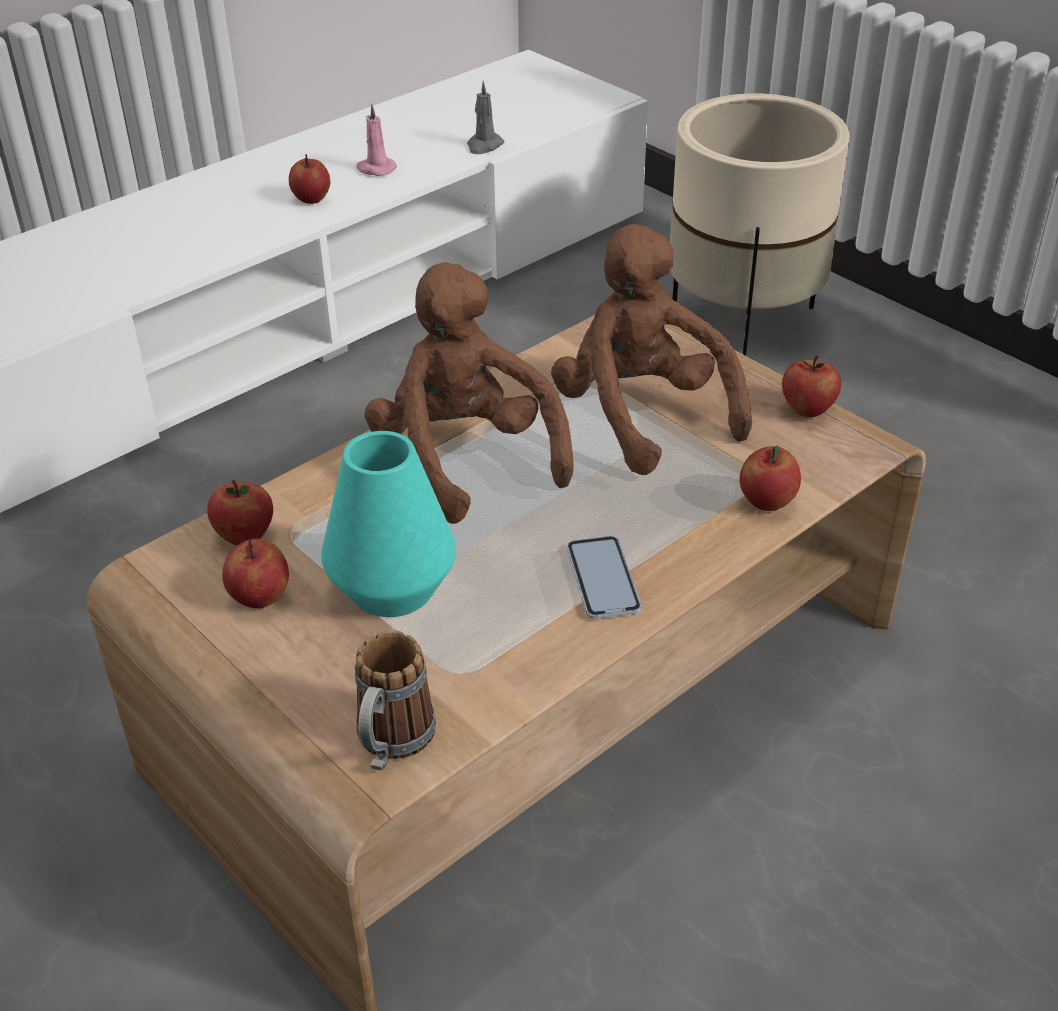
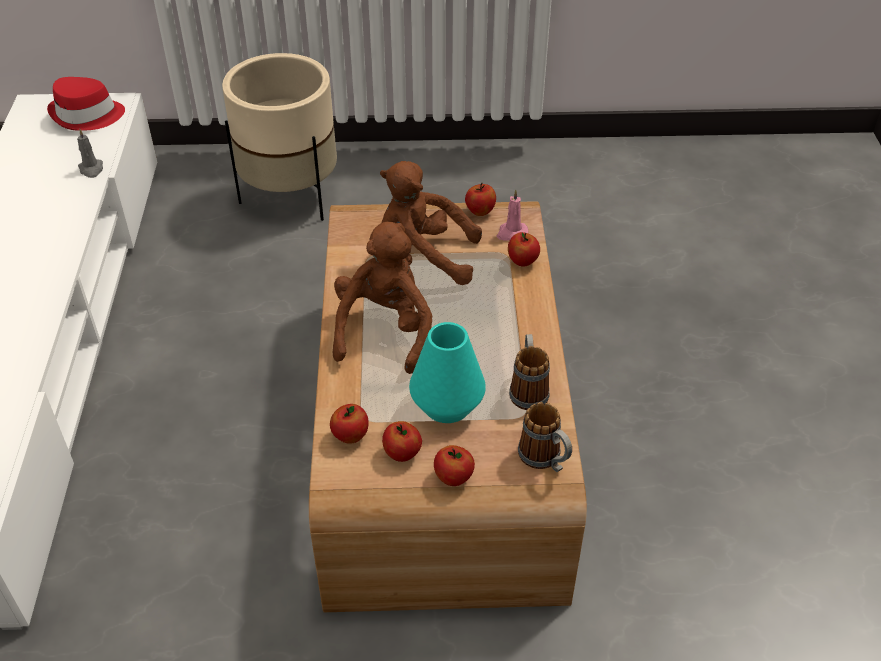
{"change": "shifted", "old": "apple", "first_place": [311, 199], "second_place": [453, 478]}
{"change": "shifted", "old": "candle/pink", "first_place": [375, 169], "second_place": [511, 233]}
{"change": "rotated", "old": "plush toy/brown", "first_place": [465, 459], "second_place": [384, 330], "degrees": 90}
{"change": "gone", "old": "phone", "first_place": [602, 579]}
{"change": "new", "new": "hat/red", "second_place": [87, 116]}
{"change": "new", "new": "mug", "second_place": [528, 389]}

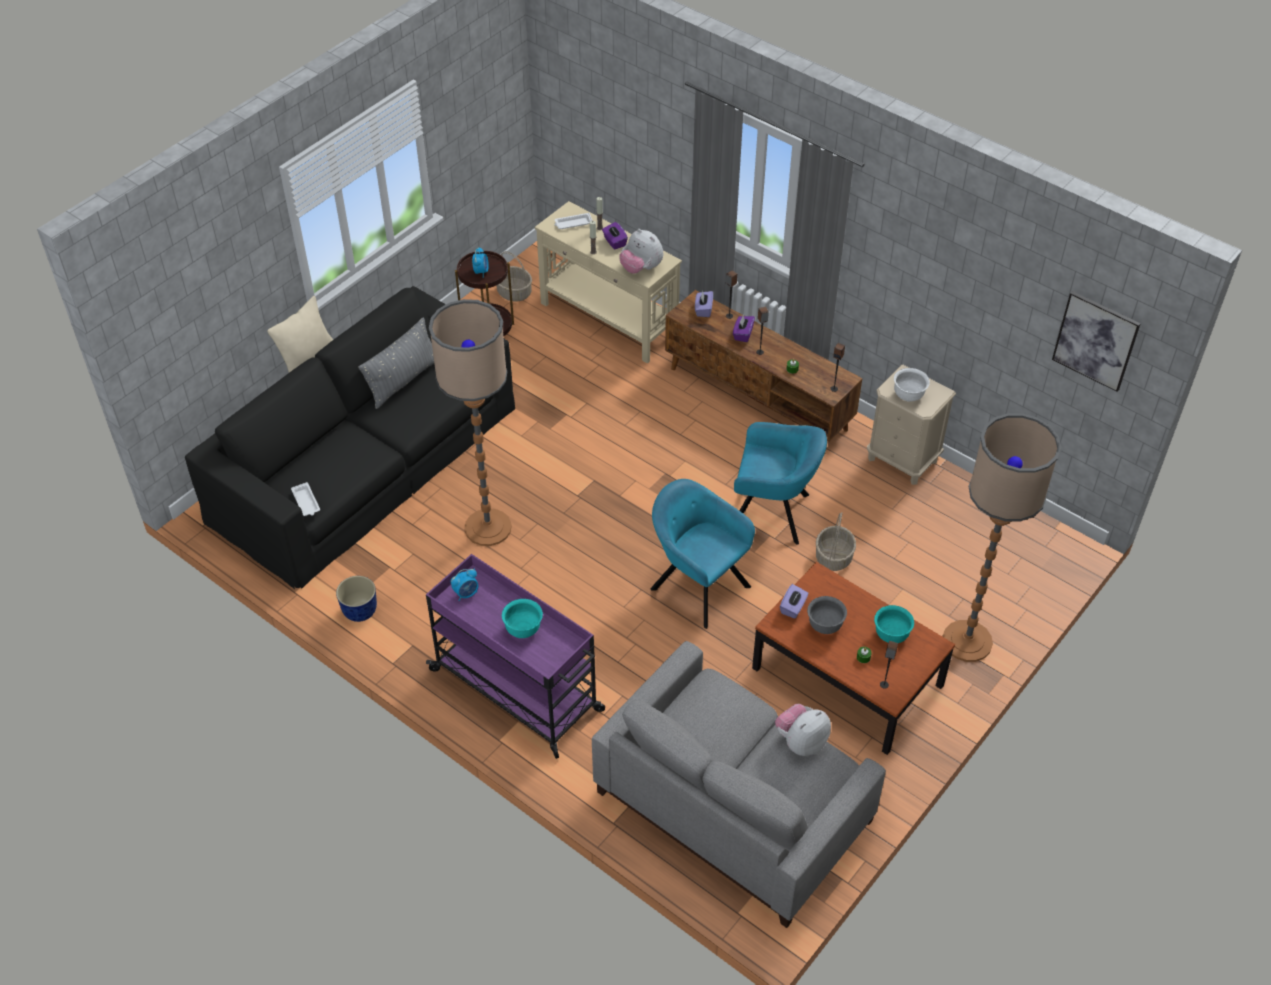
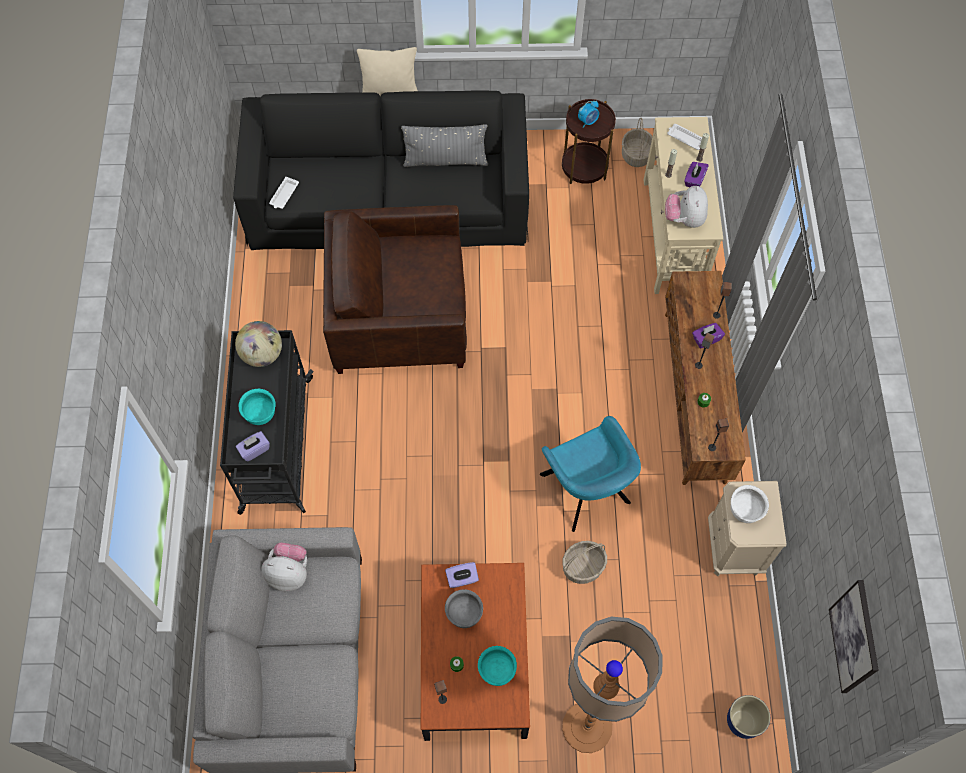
{"change": "shifted", "old": "planter", "first_place": [359, 611], "second_place": [742, 721]}
{"change": "repainted", "old": "cart/purple", "new": "cart/black", "first_place": [518, 691], "second_place": [276, 446]}
{"change": "swapped", "old": "floor lamp", "new": "armchair/brown", "first_place": [487, 528], "second_place": [399, 315]}
{"change": "swapped", "old": "alarm clock", "new": "globe", "first_place": [466, 593], "second_place": [262, 354]}
{"change": "gone", "old": "armchair/turquoise", "first_place": [697, 585]}
{"change": "shifted", "old": "tissue box/purple", "first_place": [703, 310], "second_place": [254, 450]}
{"change": "shifted", "old": "plush toy", "first_place": [801, 741], "second_place": [289, 573]}

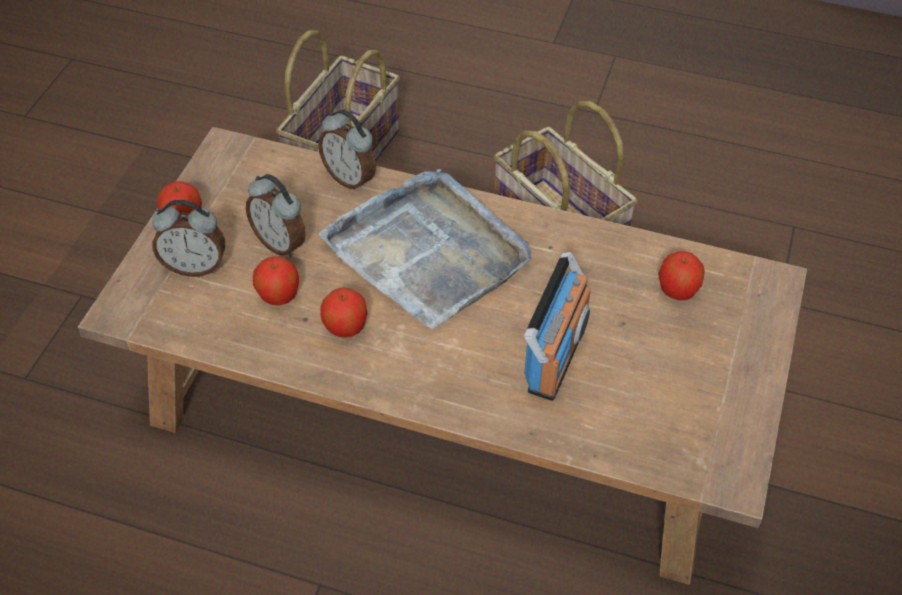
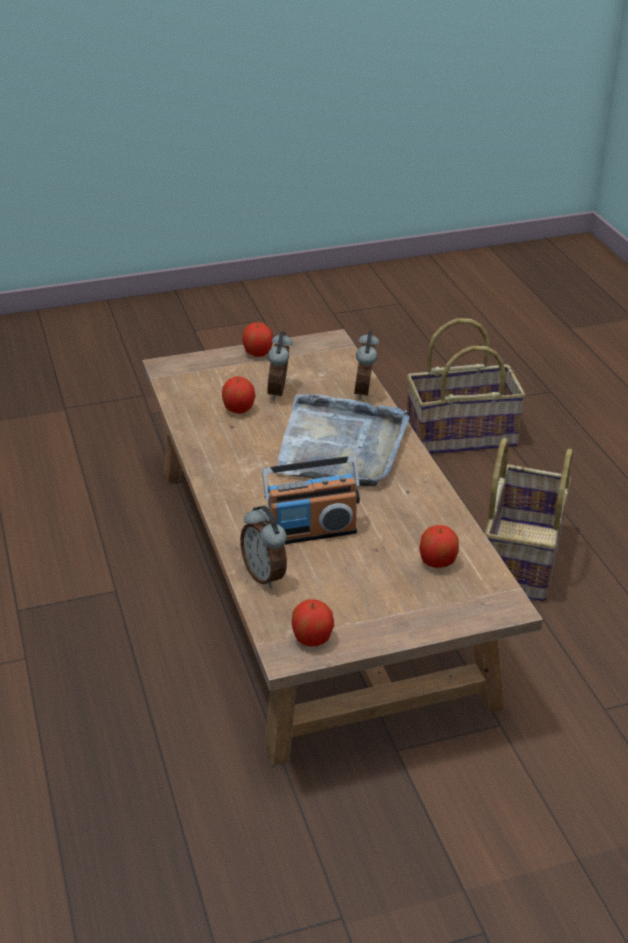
{"change": "shifted", "old": "alarm clock", "first_place": [195, 266], "second_place": [265, 575]}
{"change": "shifted", "old": "apple", "first_place": [345, 327], "second_place": [312, 639]}

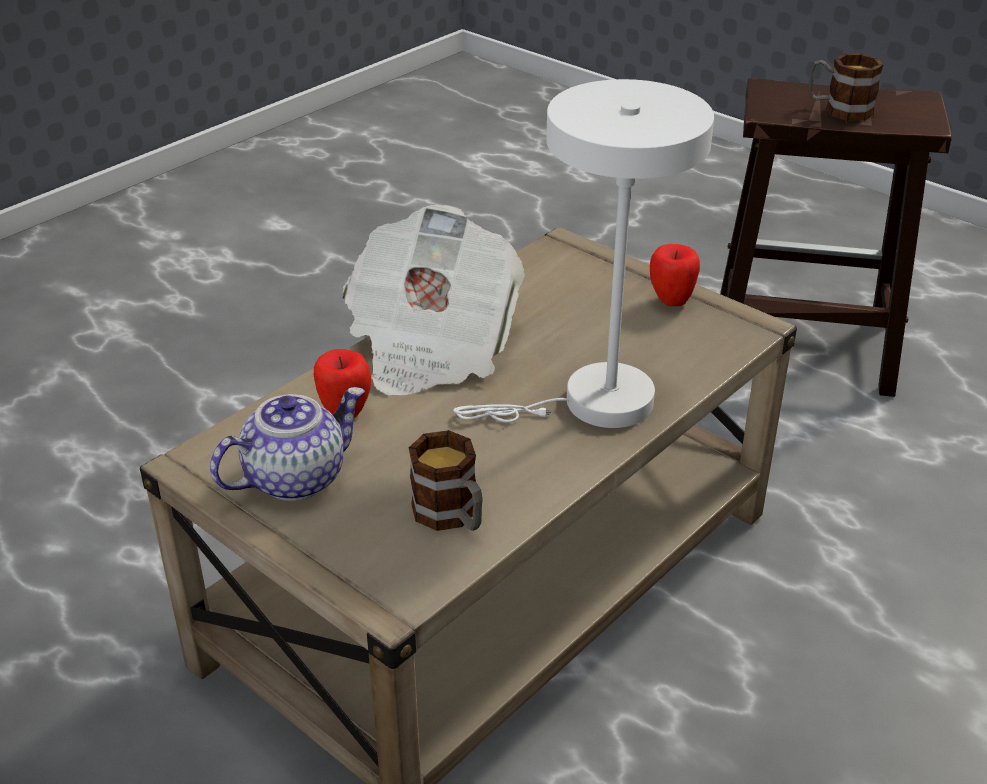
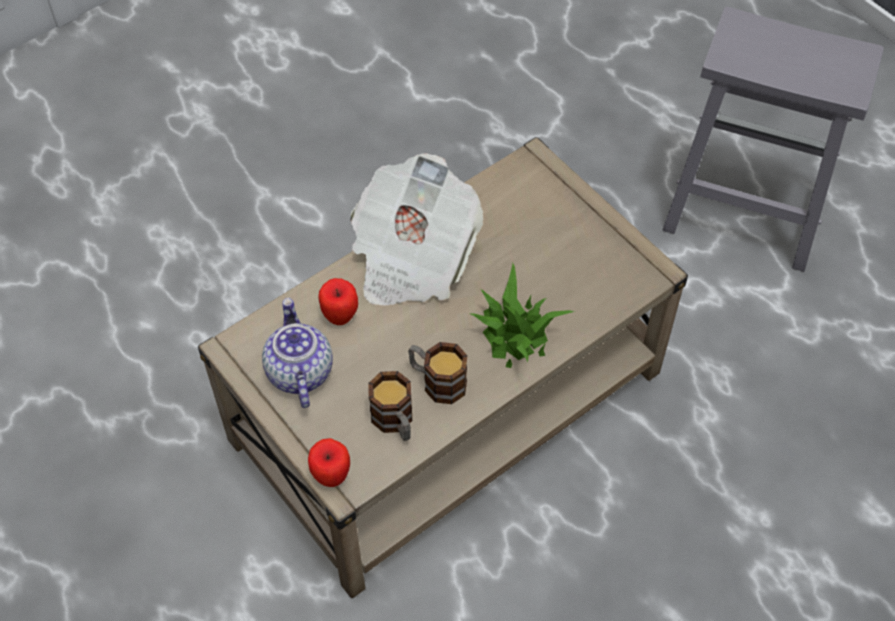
{"change": "rotated", "old": "teapot", "first_place": [295, 477], "second_place": [298, 371], "degrees": -75}
{"change": "swapped", "old": "table lamp/white", "new": "potted plant", "first_place": [593, 404], "second_place": [514, 334]}
{"change": "shifted", "old": "apple", "first_place": [671, 301], "second_place": [331, 476]}
{"change": "repainted", "old": "stool/brown", "new": "stool/grey", "first_place": [798, 348], "second_place": [742, 209]}
{"change": "shifted", "old": "mug", "first_place": [839, 110], "second_place": [437, 381]}

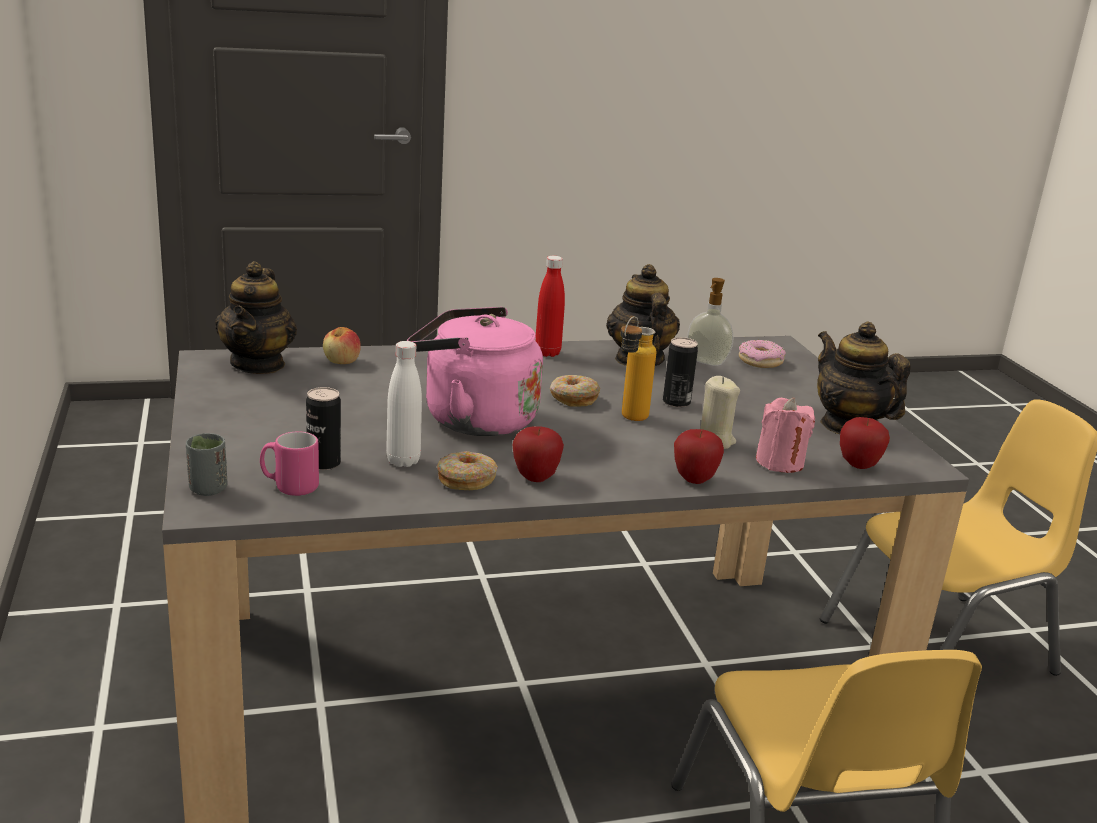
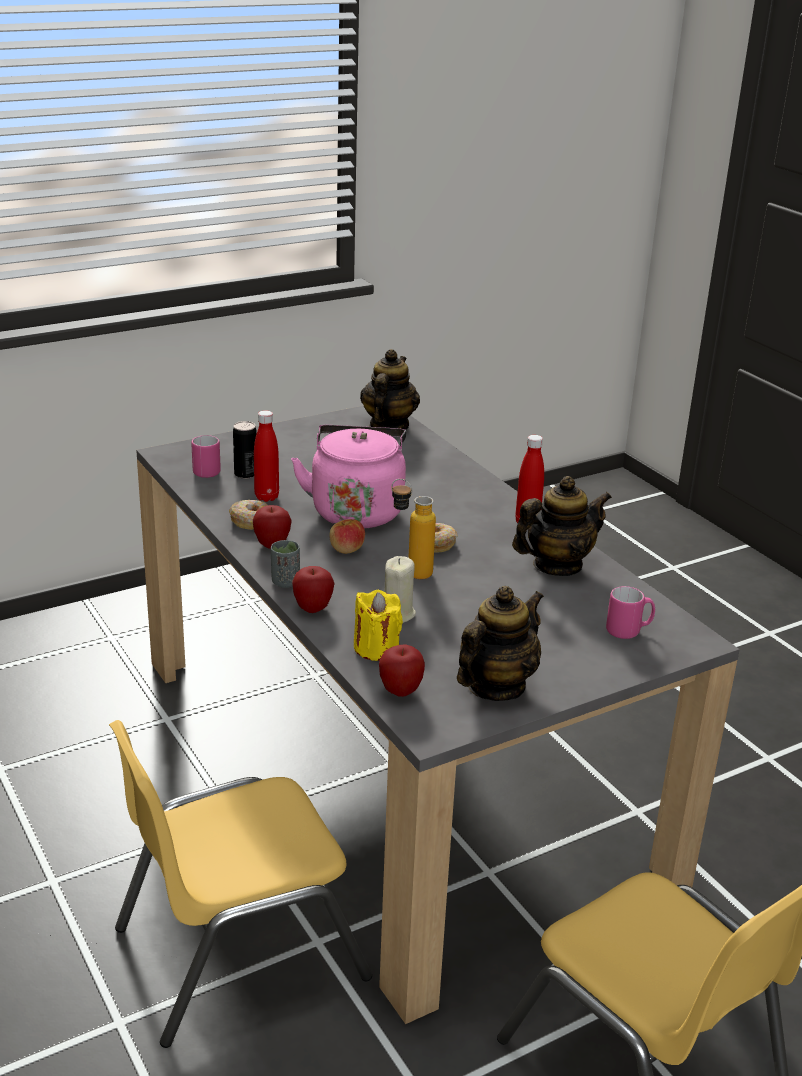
{"change": "shifted", "old": "cup/grey", "first_place": [208, 489], "second_place": [285, 582]}
{"change": "rotated", "old": "teapot", "first_place": [258, 364], "second_place": [388, 426], "degrees": 120}
{"change": "shifted", "old": "apple", "first_place": [341, 361], "second_place": [346, 549]}
{"change": "repainted", "old": "bottle/white", "new": "bottle/red", "first_place": [403, 461], "second_place": [266, 497]}
{"change": "gone", "old": "can", "first_place": [676, 402]}
{"change": "gone", "old": "soap dispenser", "first_place": [706, 362]}
{"change": "swapped", "old": "donut", "new": "mug/pink", "first_place": [760, 361], "second_place": [628, 631]}
{"change": "repainted", "old": "candle/pink", "new": "candle/yellow", "first_place": [779, 462], "second_place": [376, 648]}

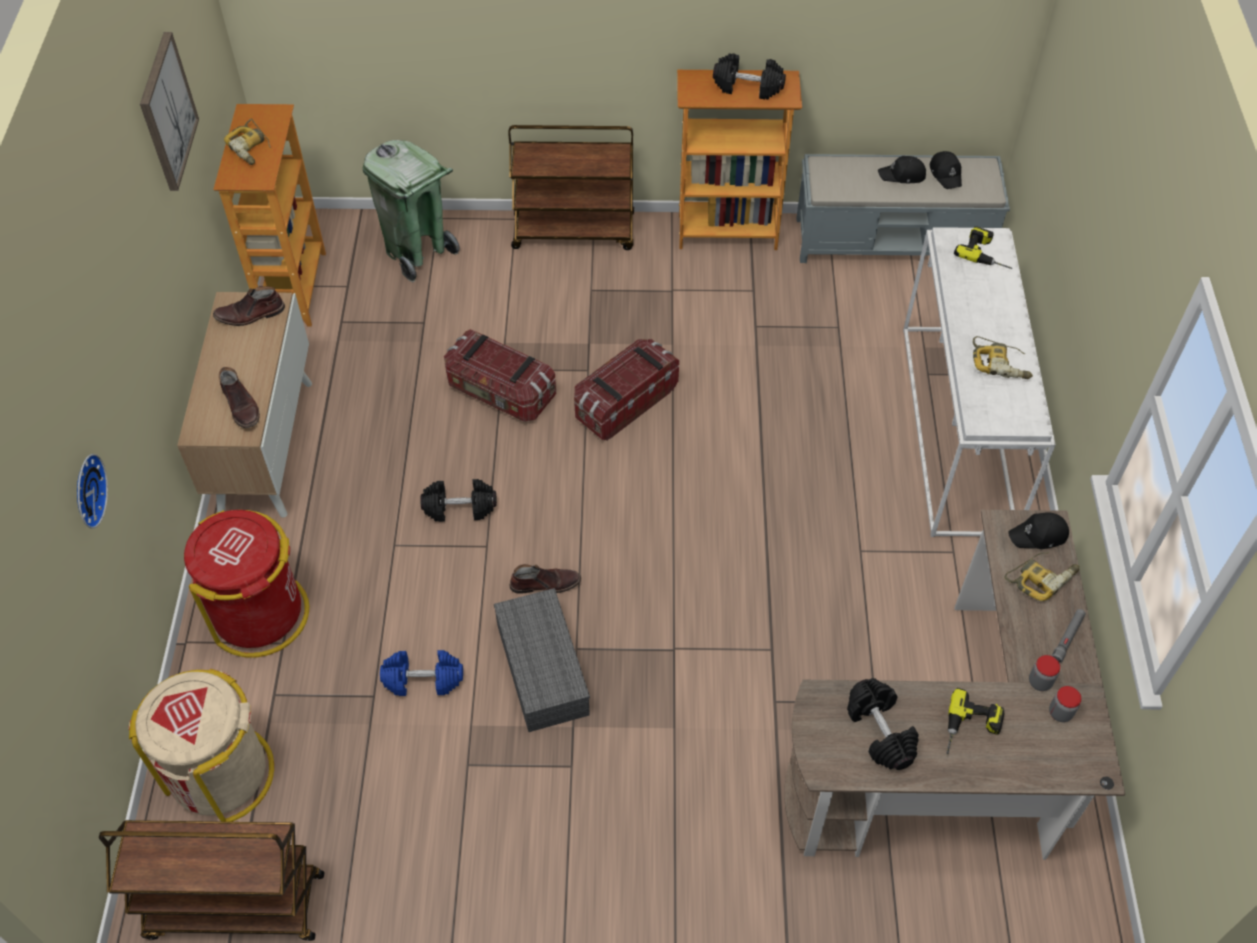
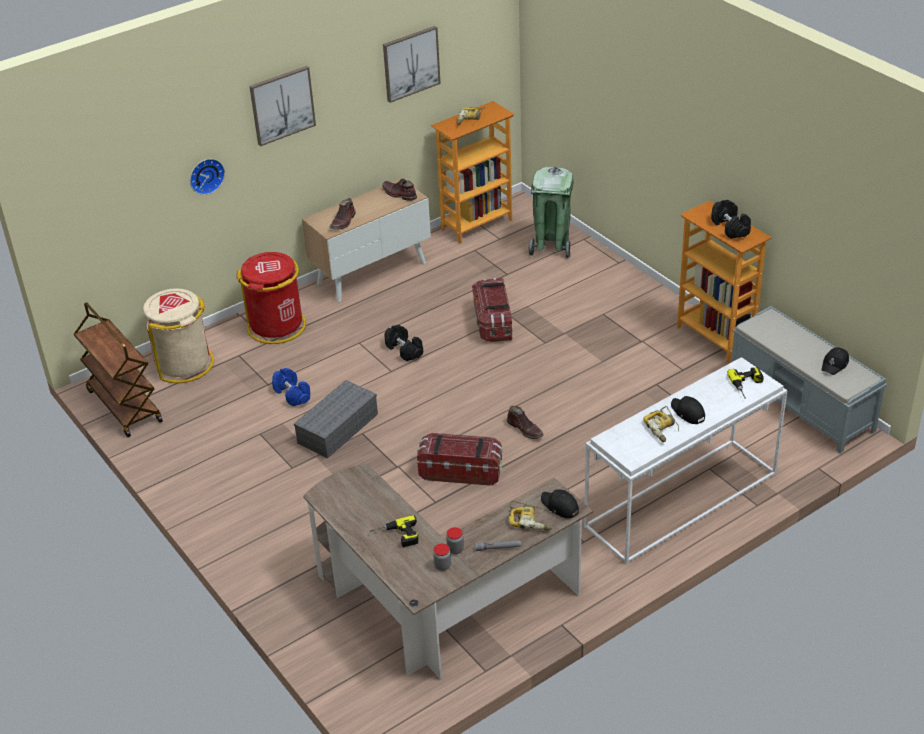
{"change": "gone", "old": "cart/brown", "first_place": [574, 231]}
{"change": "shifted", "old": "boot/brown", "first_place": [545, 583], "second_place": [525, 429]}
{"change": "shifted", "old": "storage box", "first_place": [625, 403], "second_place": [460, 471]}
{"change": "gone", "old": "dumbbell/black", "first_place": [880, 732]}
{"change": "shifted", "old": "cap/black", "first_place": [902, 175], "second_place": [687, 413]}
{"change": "new", "new": "picture", "second_place": [282, 105]}

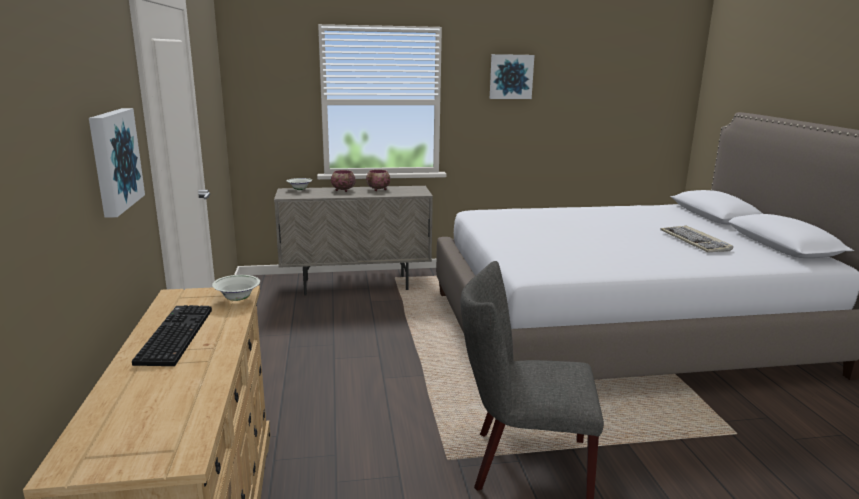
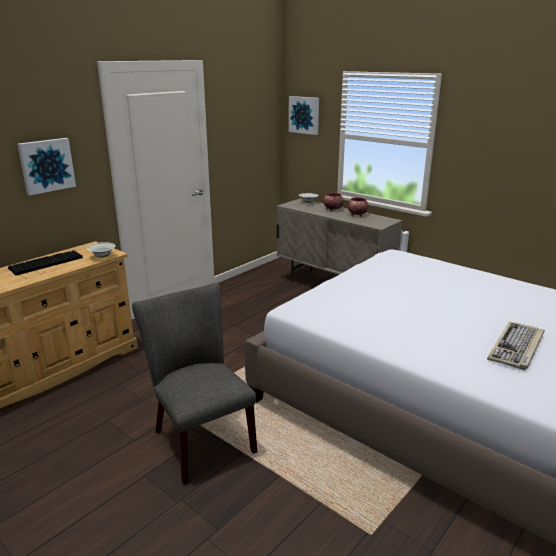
{"change": "shifted", "old": "picture", "first_place": [511, 76], "second_place": [304, 115]}

